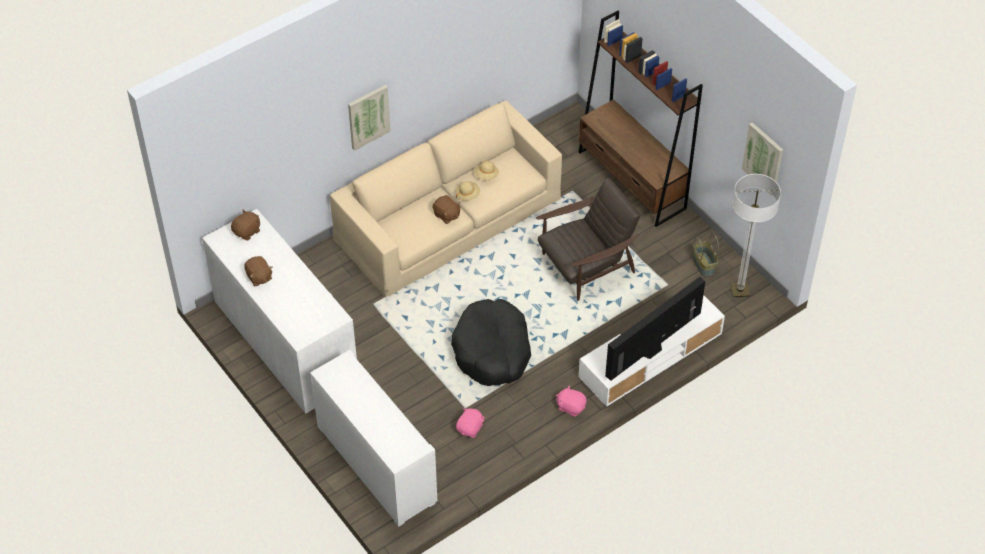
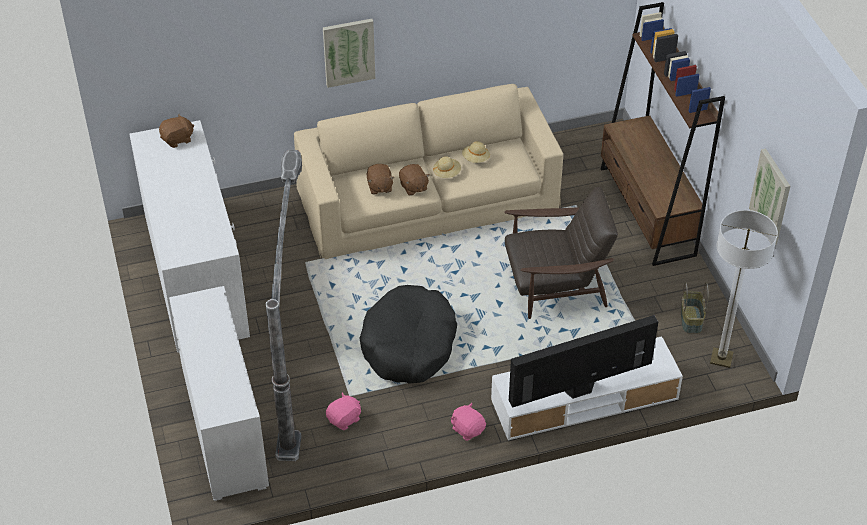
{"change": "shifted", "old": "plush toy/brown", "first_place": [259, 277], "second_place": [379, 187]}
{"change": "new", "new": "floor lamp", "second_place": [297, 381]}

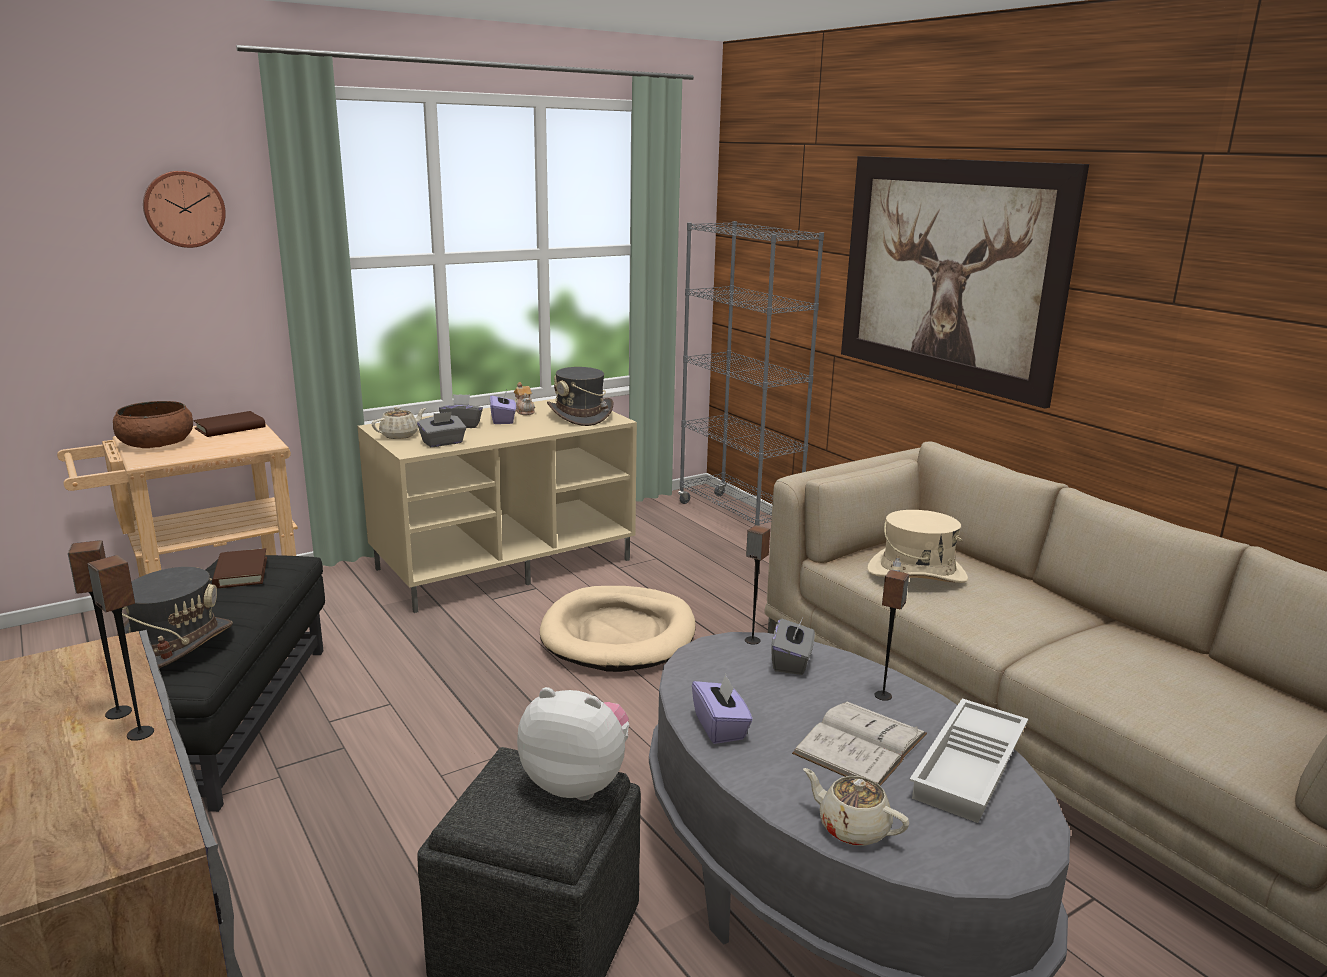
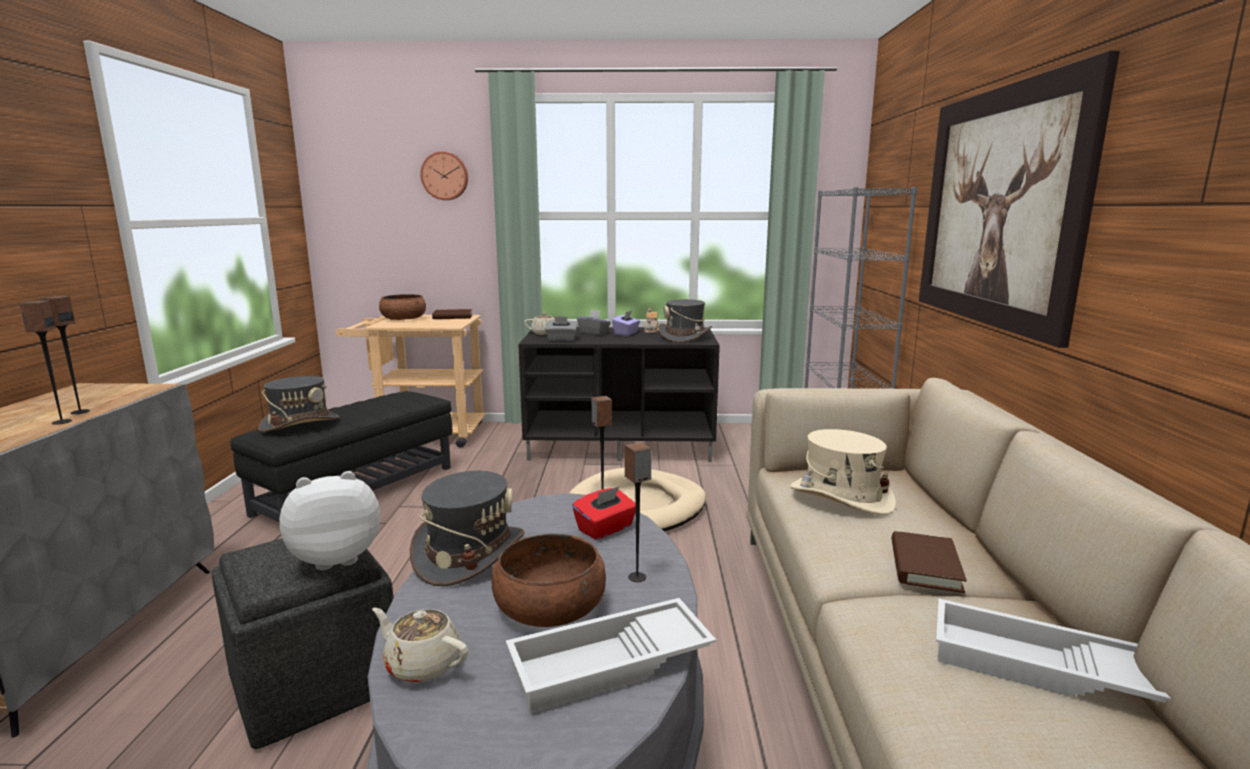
{"change": "shifted", "old": "book/brown", "first_place": [241, 572], "second_place": [925, 565]}
{"change": "repainted", "old": "tv stand/beige", "new": "tv stand/black", "first_place": [505, 563], "second_place": [621, 445]}
{"change": "rotated", "old": "plush toy", "first_place": [577, 782], "second_place": [336, 557], "degrees": -75}
{"change": "swapped", "old": "tissue box/purple", "new": "hat/grey", "first_place": [720, 727], "second_place": [469, 554]}
{"change": "repainted", "old": "tissue box/grey", "new": "tissue box/red", "first_place": [792, 662], "second_place": [605, 529]}
{"change": "swapped", "old": "book/white", "new": "bowl/brown", "first_place": [860, 743], "second_place": [549, 605]}
{"change": "rotated", "old": "teapot/beige", "first_place": [852, 828], "second_place": [422, 664], "degrees": -45}
{"change": "new", "new": "tray/white", "second_place": [1039, 668]}

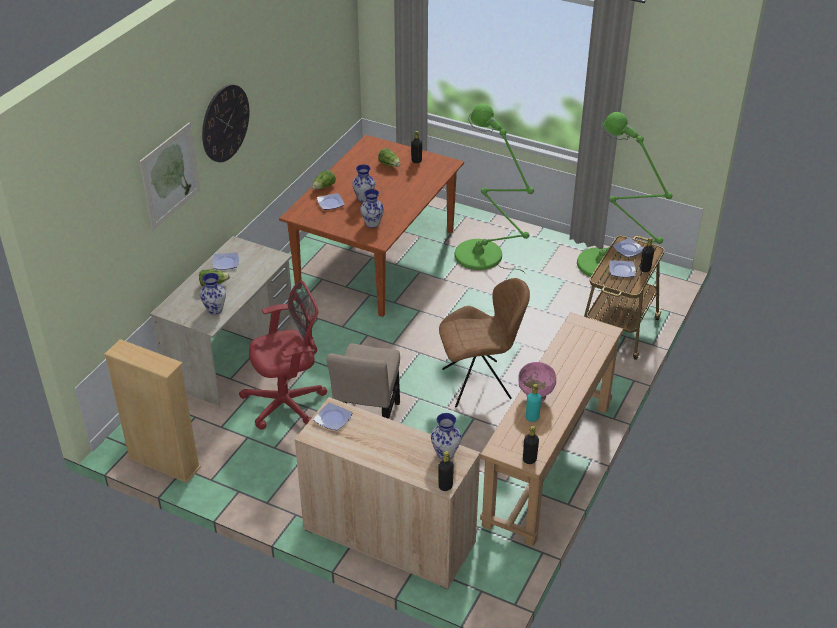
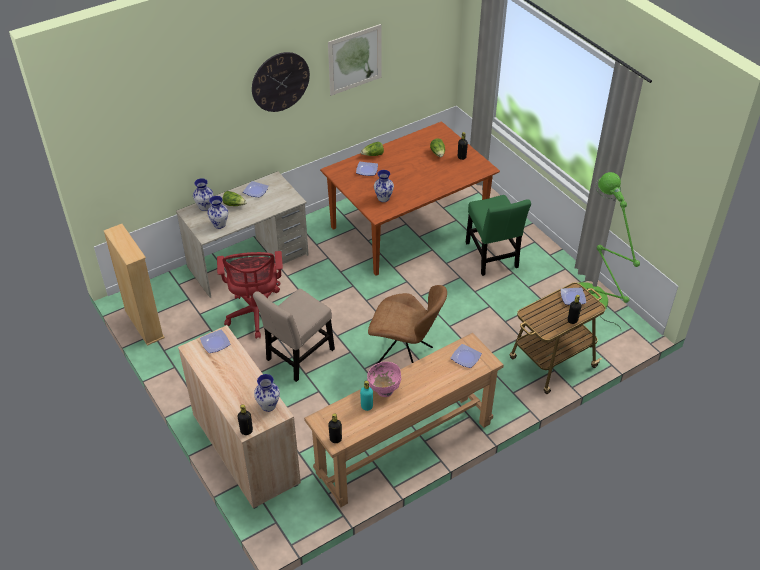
{"change": "shifted", "old": "picture", "first_place": [170, 176], "second_place": [355, 59]}
{"change": "rotated", "old": "office chair/red", "first_place": [288, 403], "second_place": [257, 315], "degrees": 75}
{"change": "shifted", "old": "vase", "first_place": [364, 198], "second_place": [204, 207]}
{"change": "swapped", "old": "floor lamp/green", "new": "chair/green", "first_place": [484, 258], "second_place": [492, 257]}
{"change": "shifted", "old": "plate", "first_place": [621, 271], "second_place": [465, 357]}

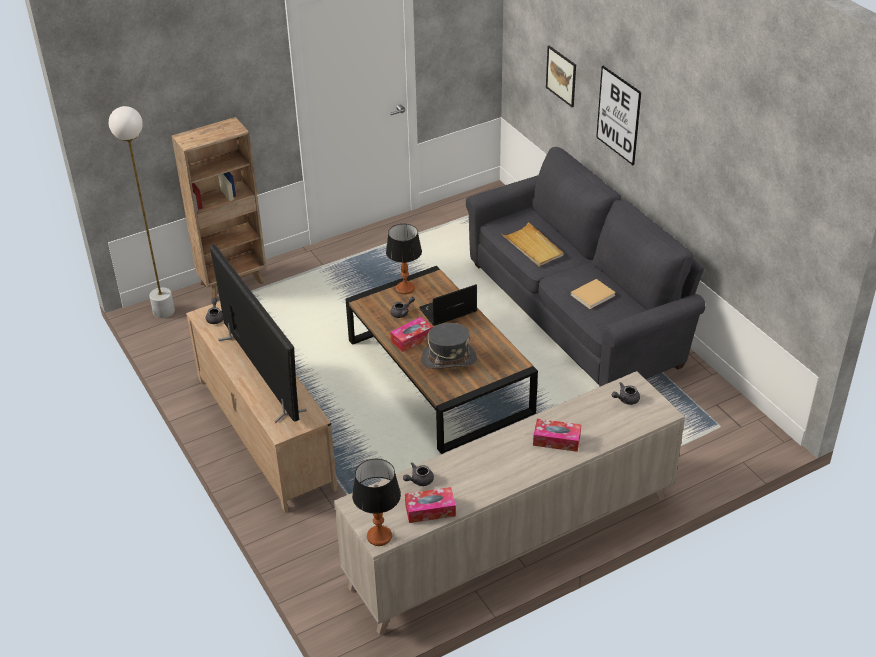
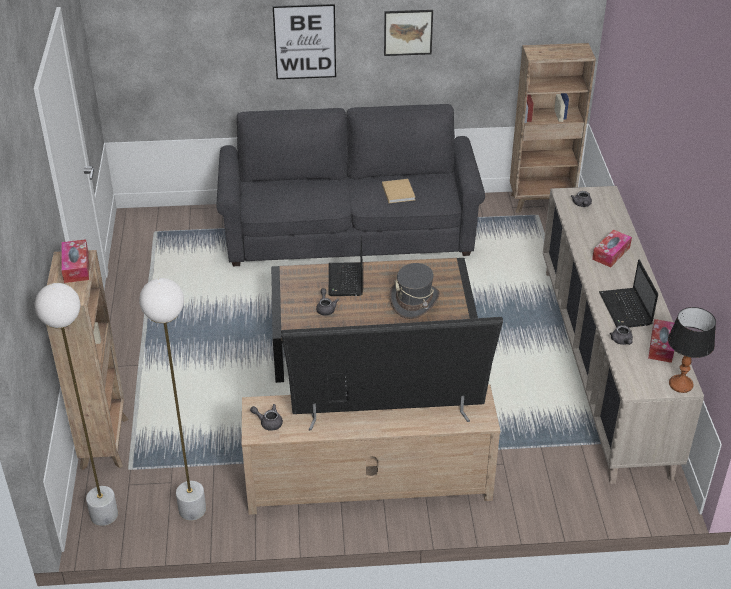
{"change": "gone", "old": "table lamp", "first_place": [405, 288]}
{"change": "shifted", "old": "tissue box", "first_place": [412, 339], "second_place": [76, 267]}
{"change": "gone", "old": "tray/beige", "first_place": [532, 247]}
{"change": "shifted", "old": "picture", "first_place": [561, 76], "second_place": [408, 32]}
{"change": "new", "new": "floor lamp/white", "second_place": [192, 509]}
{"change": "new", "new": "bookcase/brown", "second_place": [541, 202]}
{"change": "new", "new": "laptop", "second_place": [626, 310]}

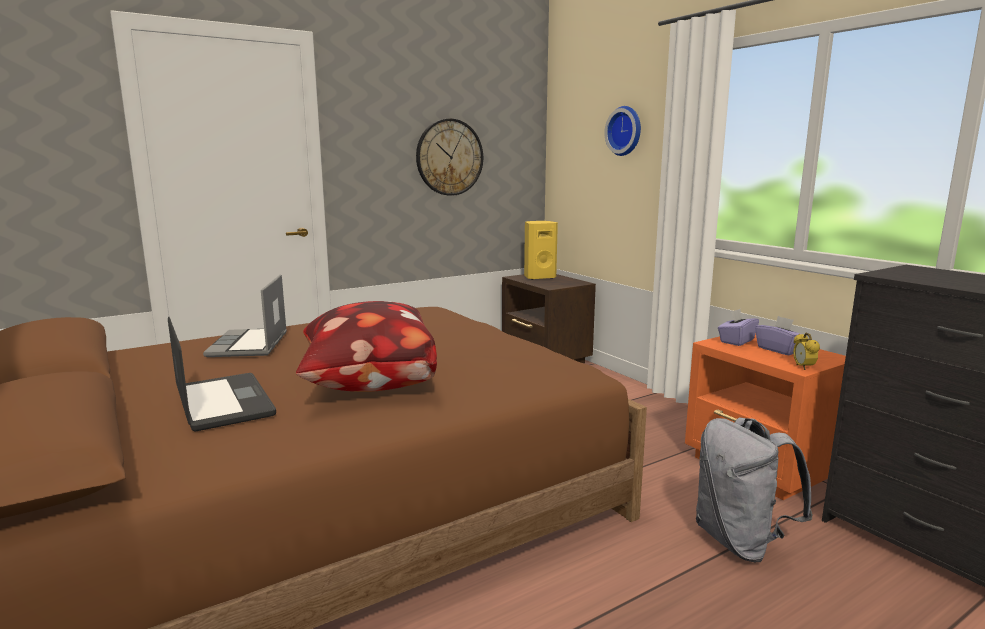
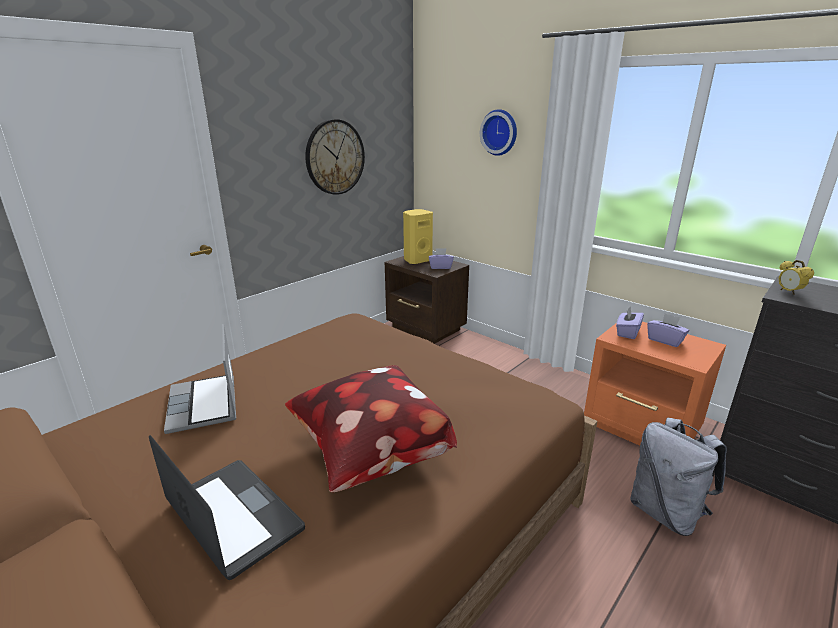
{"change": "shifted", "old": "alarm clock", "first_place": [803, 367], "second_place": [789, 292]}
{"change": "new", "new": "tissue box/purple", "second_place": [440, 267]}

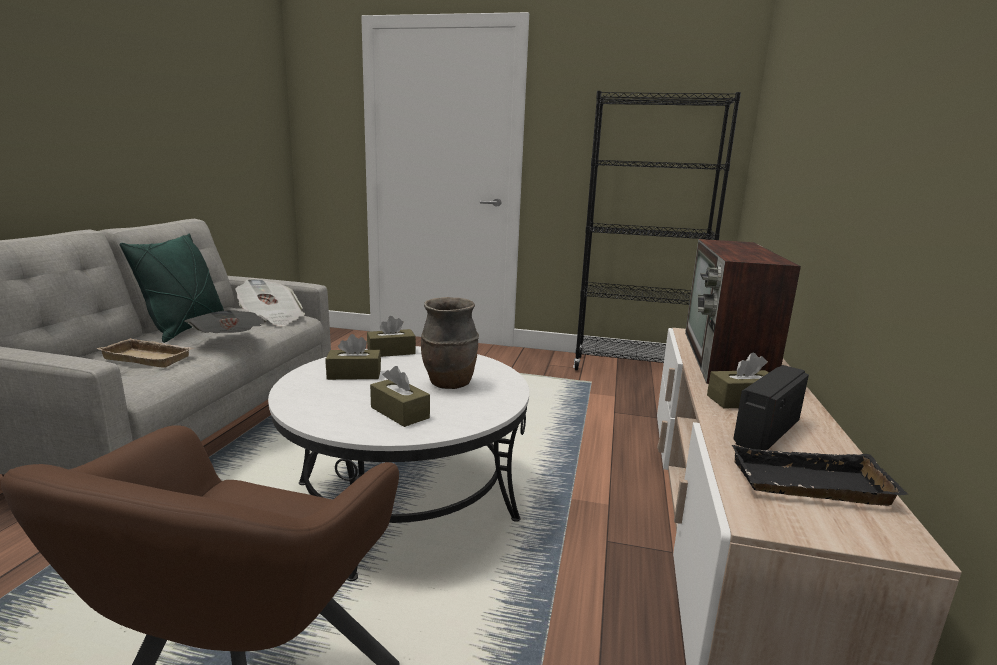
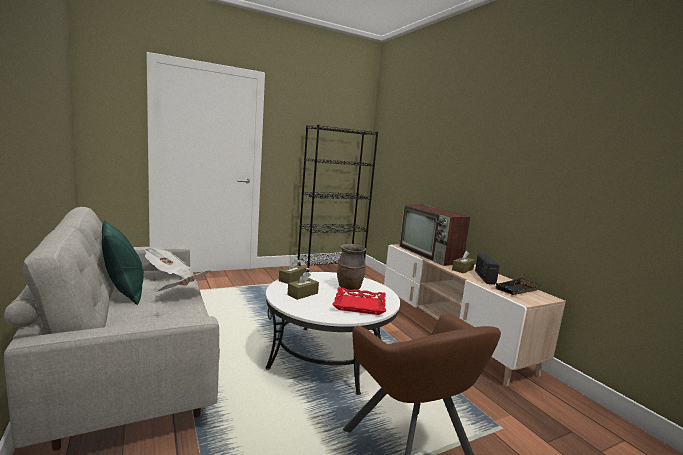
{"change": "gone", "old": "tray/beige", "first_place": [150, 357]}
{"change": "swapped", "old": "tissue box/brown", "new": "tray/red", "first_place": [399, 412], "second_place": [359, 305]}

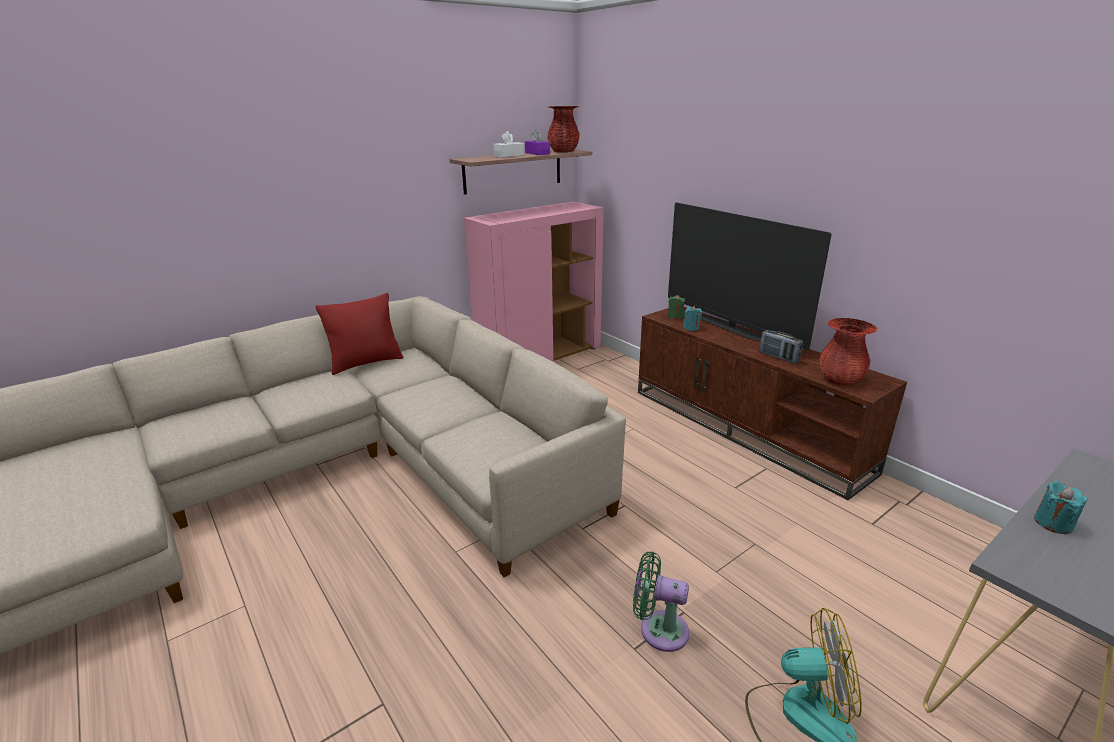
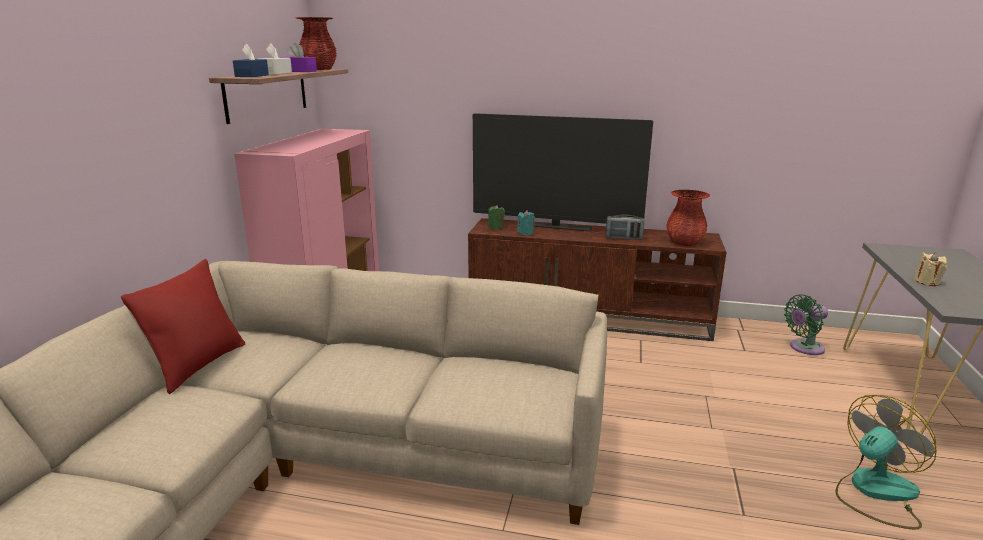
{"change": "shifted", "old": "fan/green", "first_place": [659, 629], "second_place": [804, 348]}
{"change": "repainted", "old": "candle/turquoise", "new": "candle/beige", "first_place": [1053, 523], "second_place": [927, 282]}
{"change": "new", "new": "tissue box/blue", "second_place": [252, 76]}

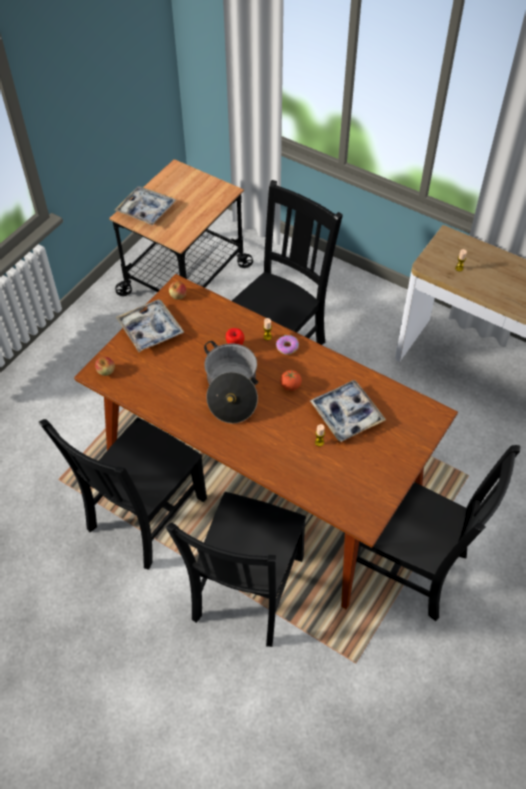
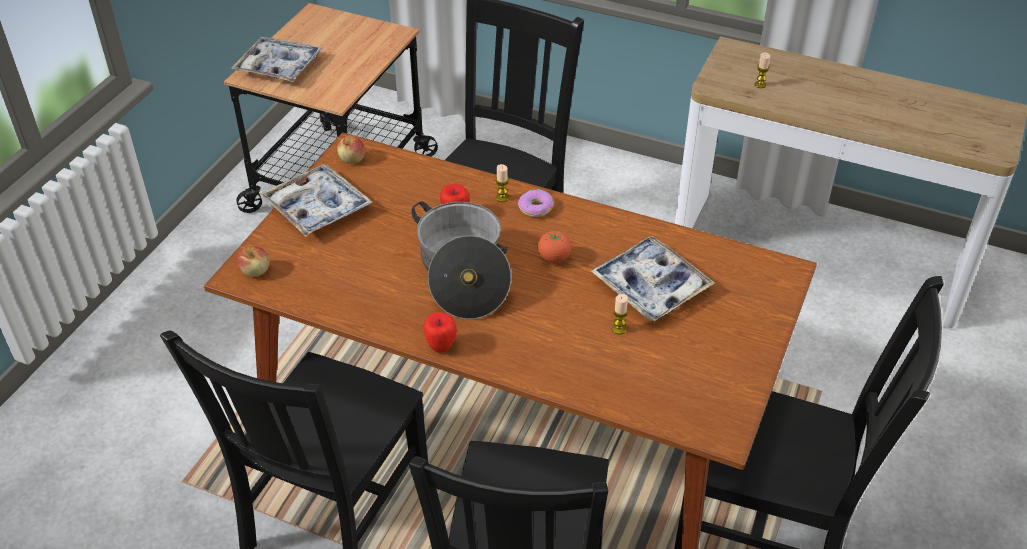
{"change": "new", "new": "apple", "second_place": [441, 346]}

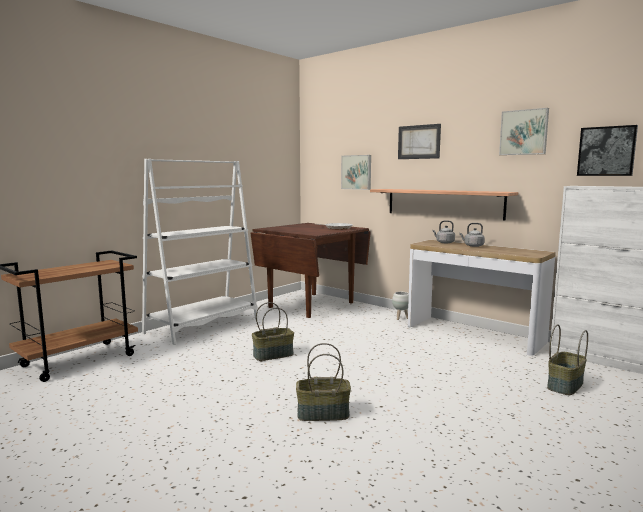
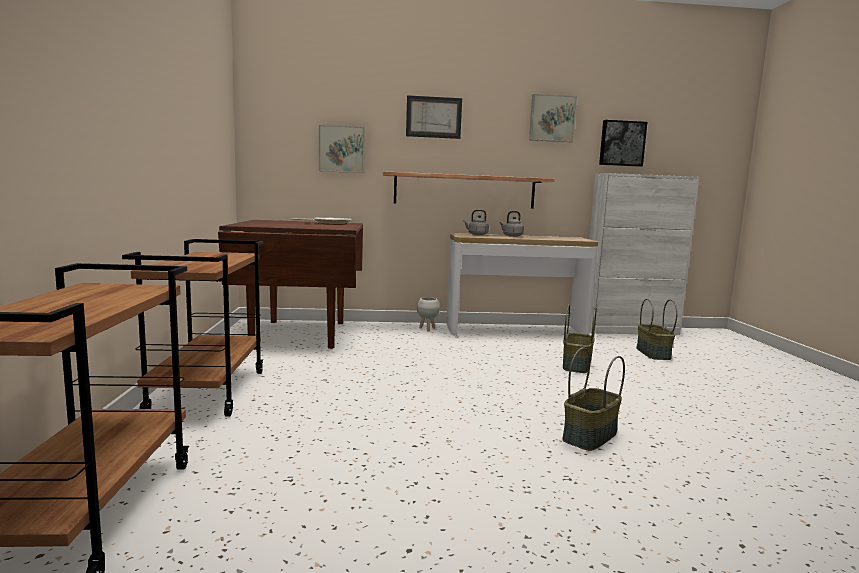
{"change": "swapped", "old": "bookcase/white", "new": "cart/brown", "first_place": [203, 326], "second_place": [208, 391]}
{"change": "shifted", "old": "basket", "first_place": [273, 355], "second_place": [576, 365]}

